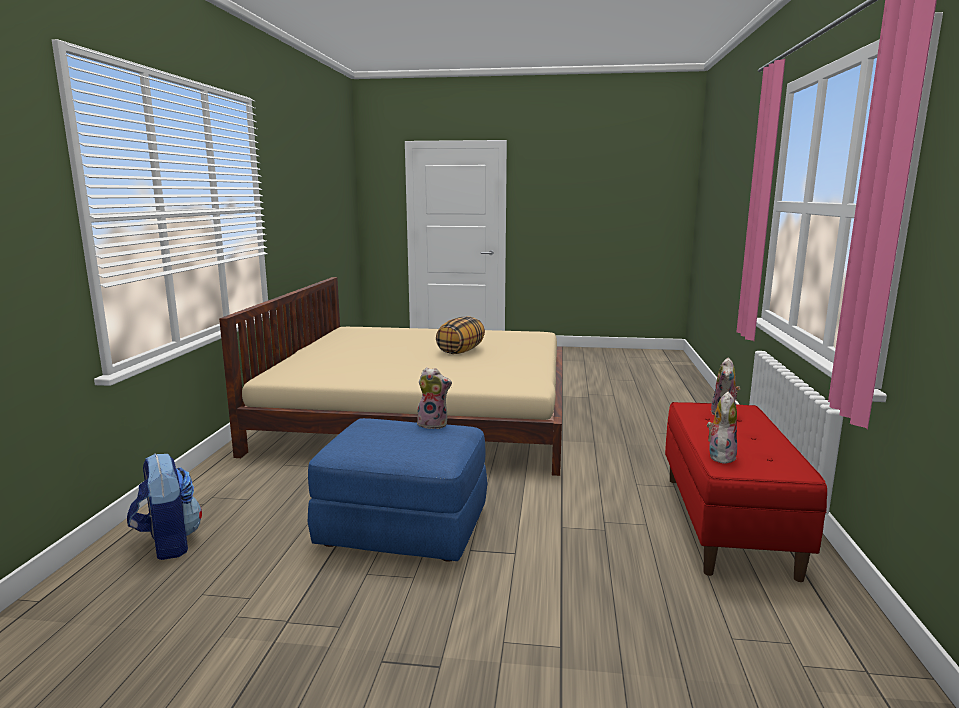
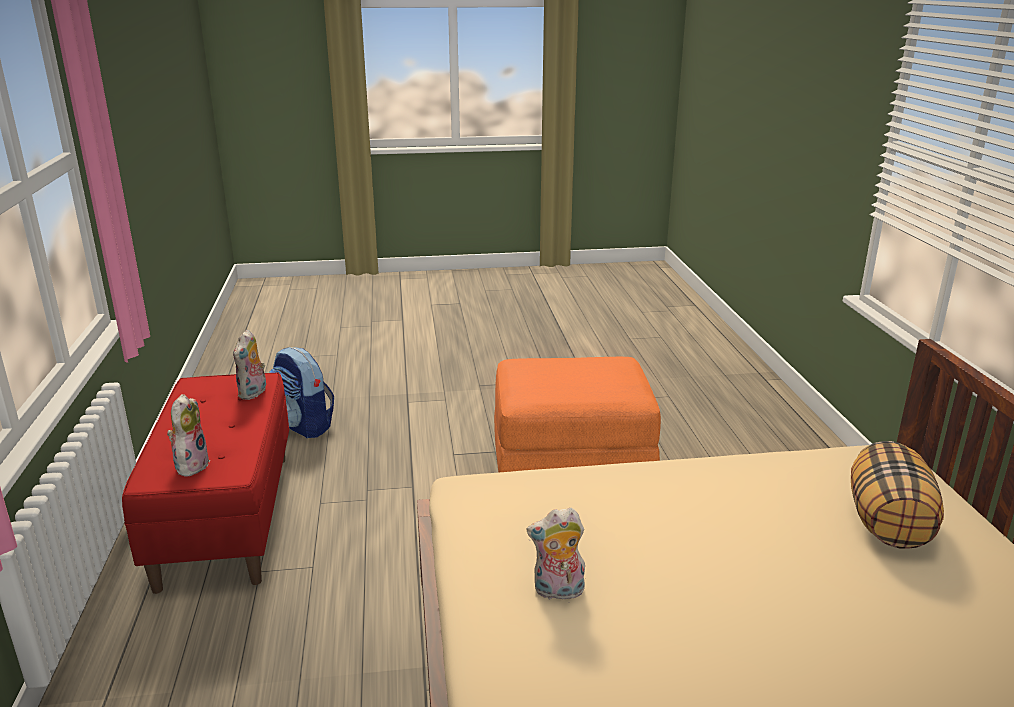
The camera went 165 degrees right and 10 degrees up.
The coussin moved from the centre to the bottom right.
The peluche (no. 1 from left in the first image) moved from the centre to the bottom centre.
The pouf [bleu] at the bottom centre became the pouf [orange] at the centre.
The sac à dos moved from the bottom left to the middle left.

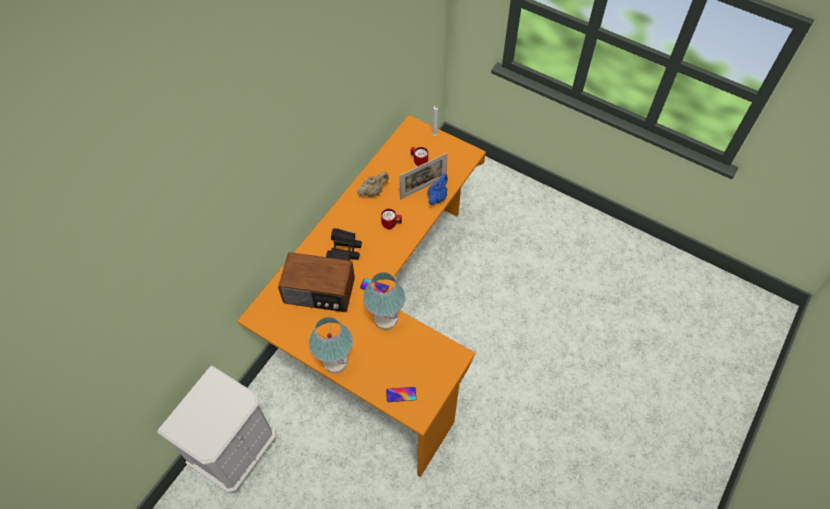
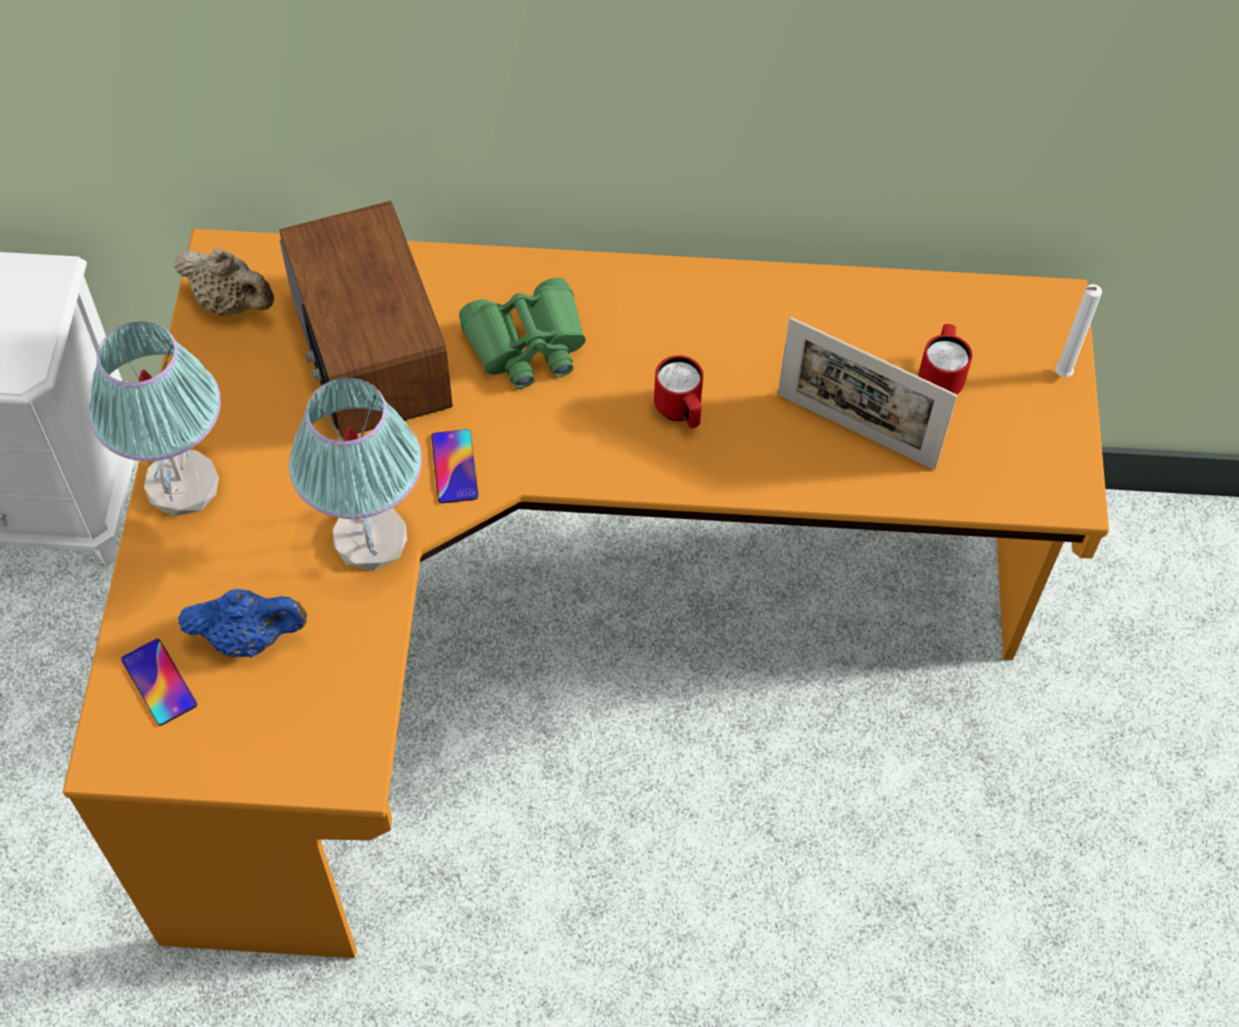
The camera went 60 degrees right and 0 degrees up.
The théière [beige] moved from the centre to the top left.
The théière [bleu] moved from the centre to the middle left.
The jumelles [noir] at the centre became the jumelles [vert] at the top centre.

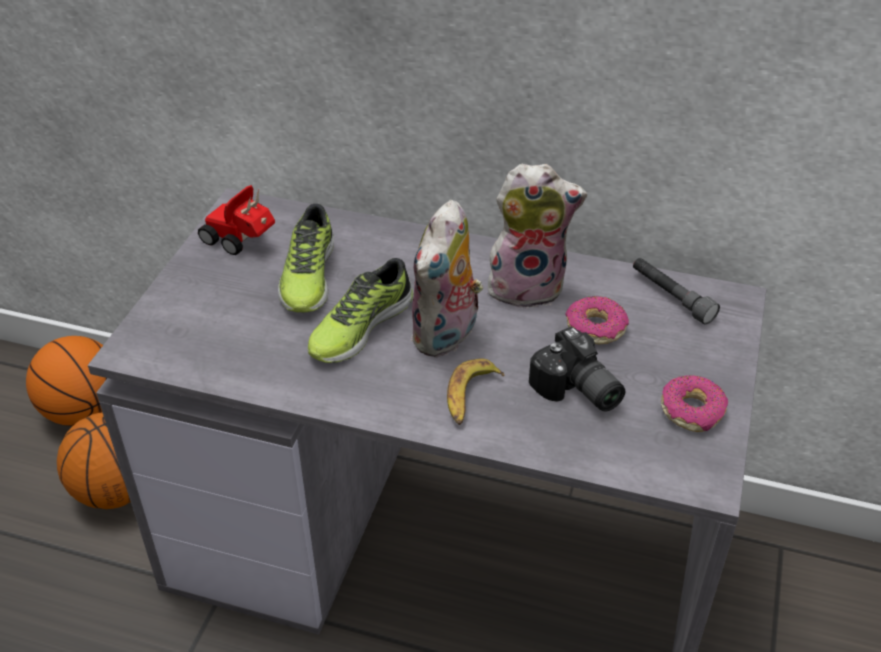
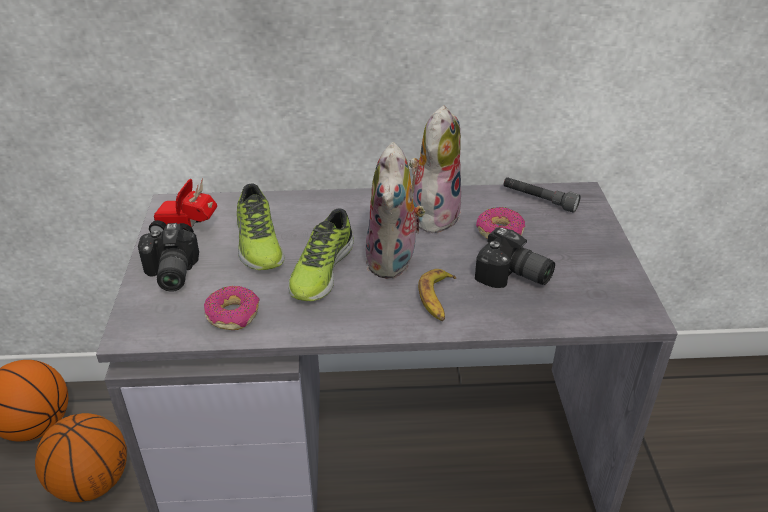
The camera went 20 degrees left and 5 degrees down.
The peluche (no. 2 from left) at the centre turned 45 degrees counterclockwise.
The beignet (no. 2 from left in the first image) moved from the middle right to the middle left.
The appareil photo (no. 1 from left) at the middle left appeared.

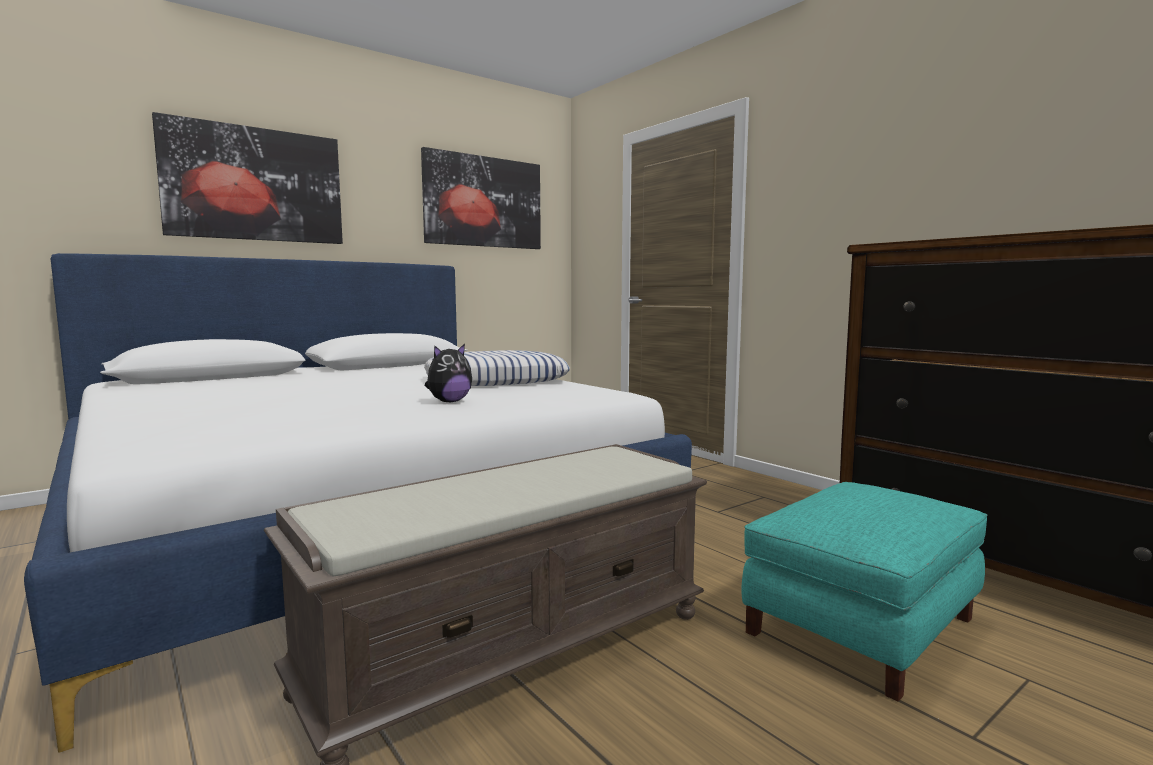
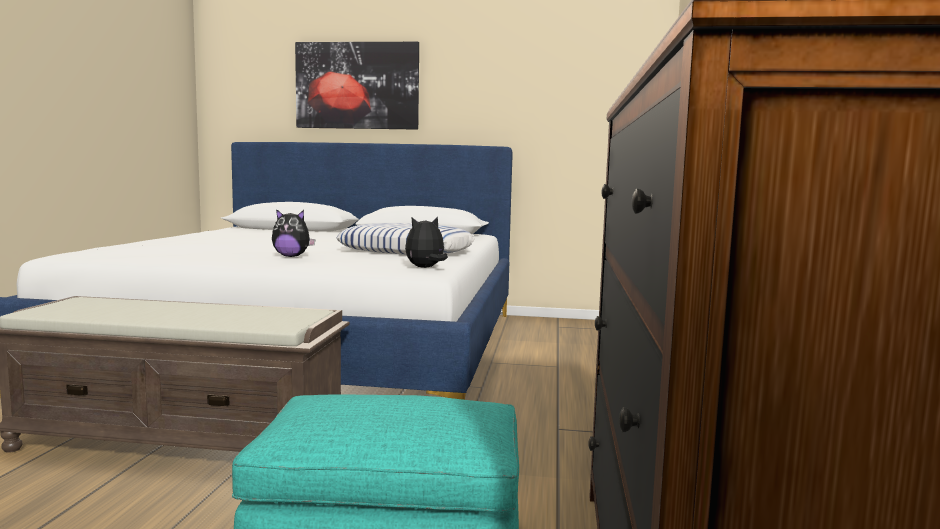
The camera went 45 degrees right and 0 degrees up.
The tableau (no. 2 from left) at the top centre disappeared.
The peluche (no. 2 from left) at the centre appeared.

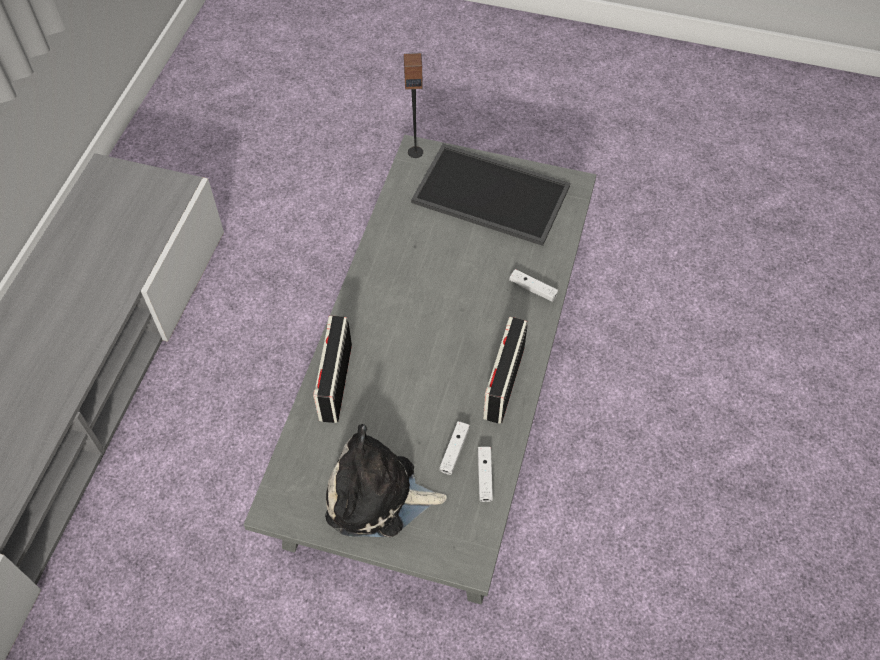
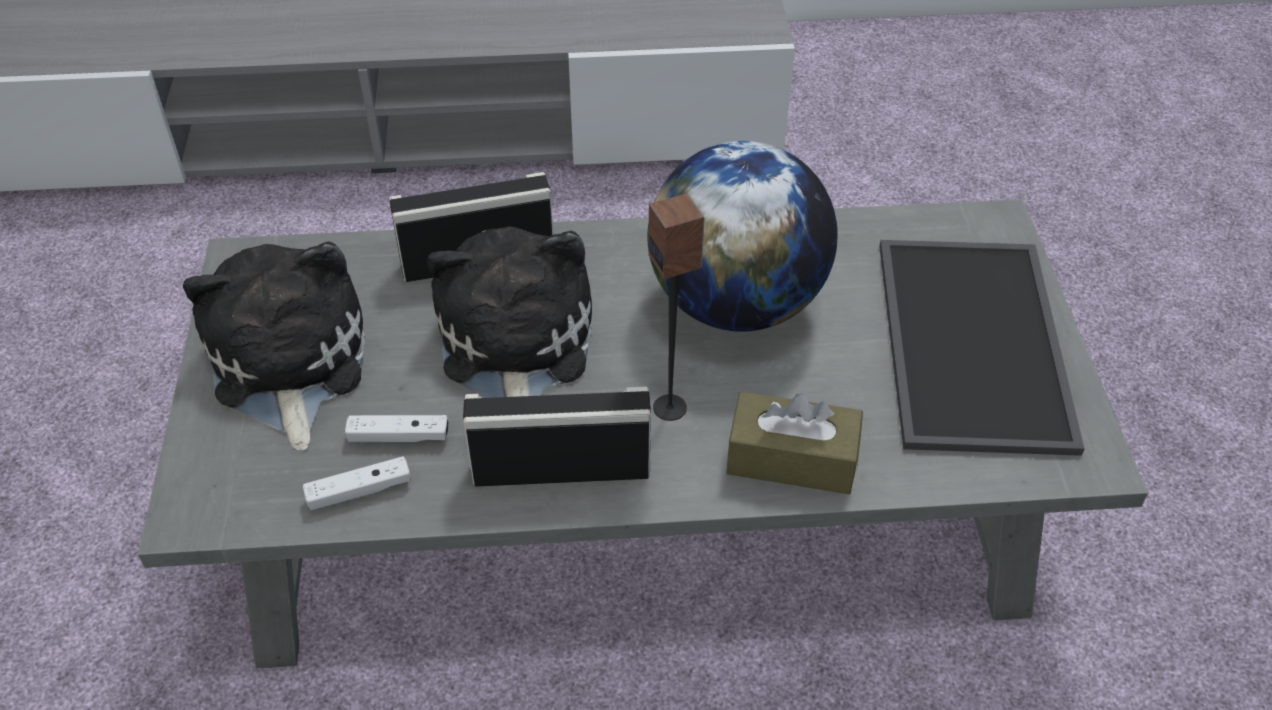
The camera went 70 degrees right and 10 degrees down.
The enceinte moved from the top centre to the centre.
The manette [blanc] (no. 3 from left) at the centre was replaced by the boîte à mouchoirs [marron] at the centre.
The globe at the top centre appeared.
The peluche (no. 2 from left) at the centre appeared.

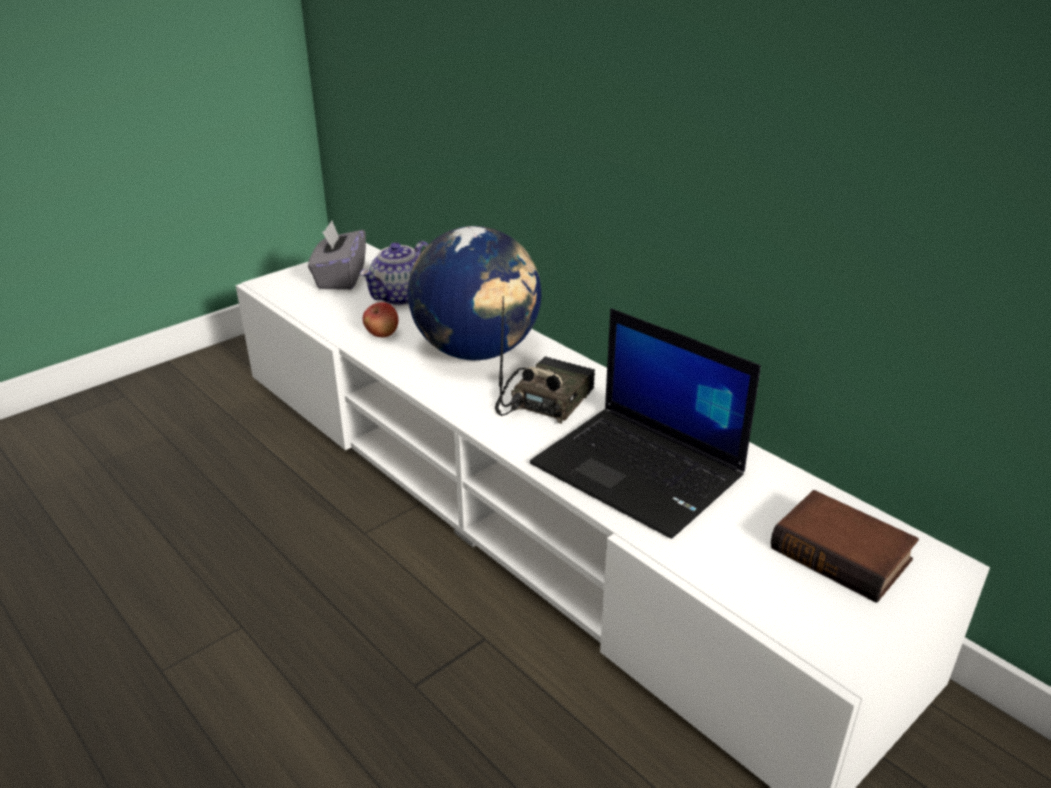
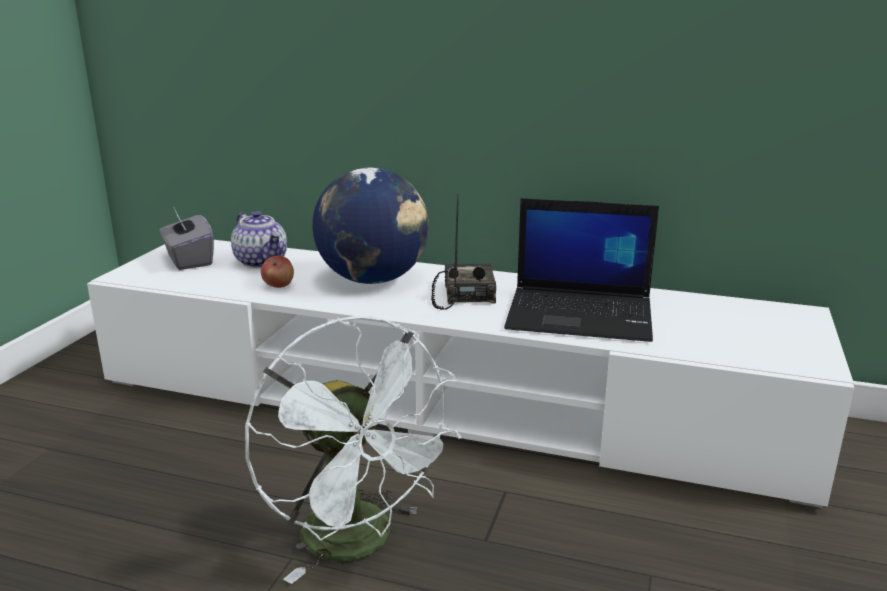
The camera went 30 degrees left and 10 degrees down.
The théière at the centre turned 45 degrees counterclockwise.
The livre at the bottom right disappeared.
The ventilateur [blanc] at the bottom centre appeared.

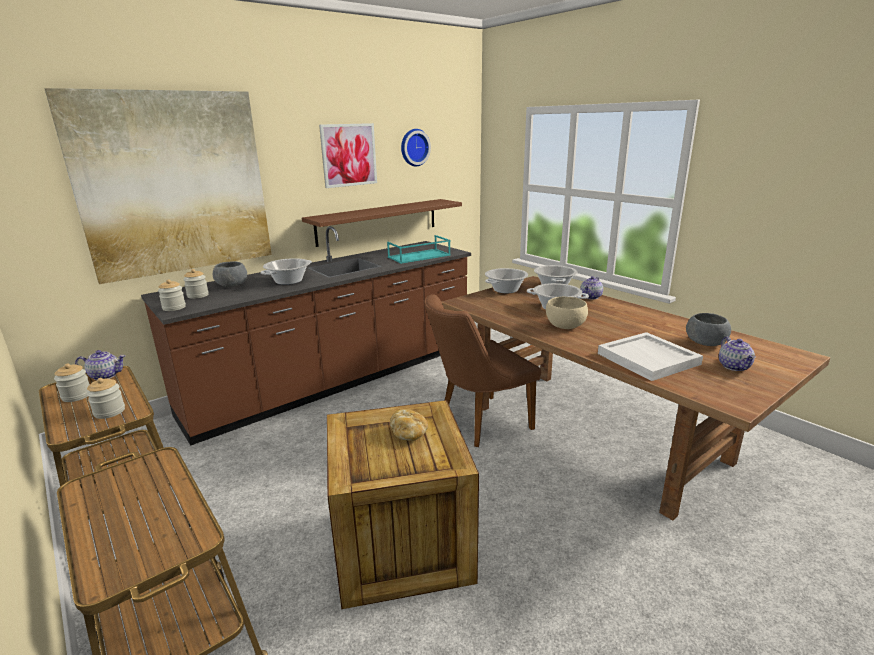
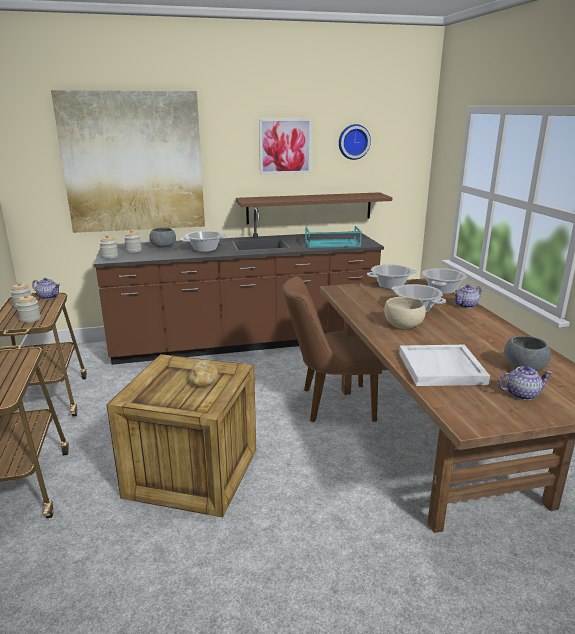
The camera went 25 degrees right and 0 degrees up.
The théière (no. 3 from left) at the middle right turned 120 degrees counterclockwise.

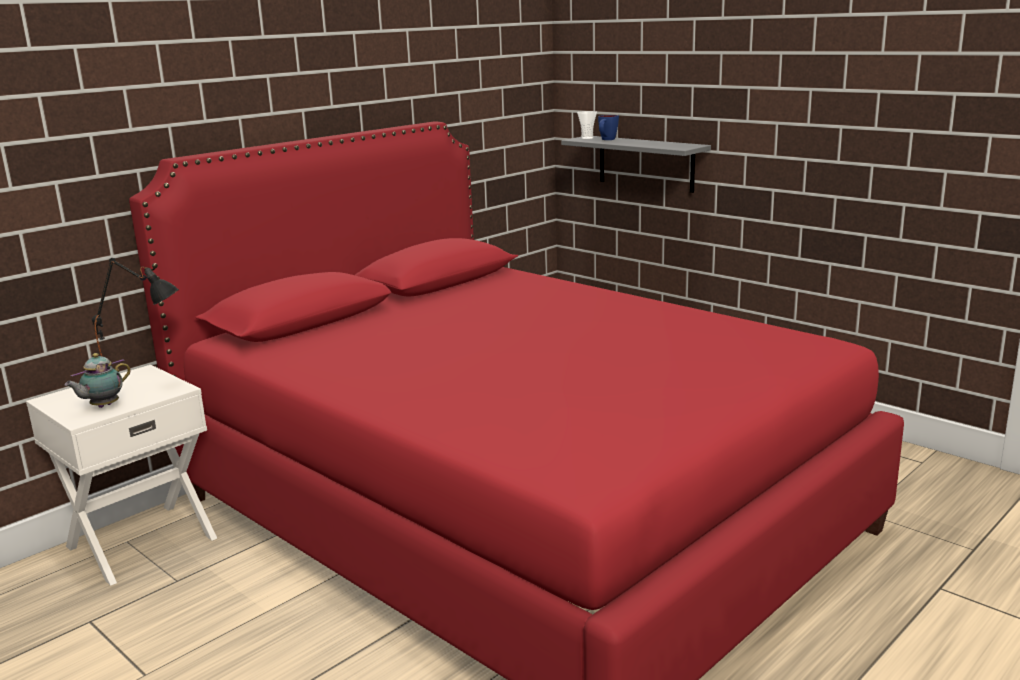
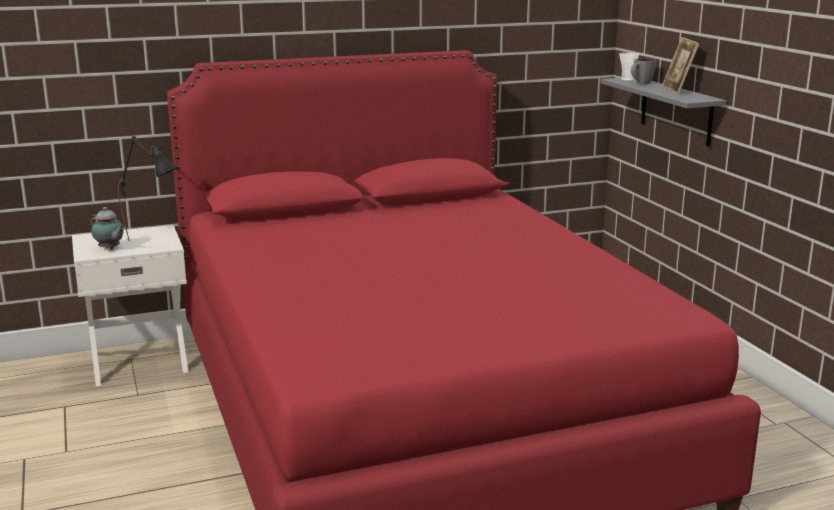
The camera went 25 degrees right and 0 degrees up.
The mug [bleu] at the top centre became the mug [gris] at the top right.
The théière at the middle left turned 120 degrees counterclockwise.
The cadre photo at the top right appeared.

